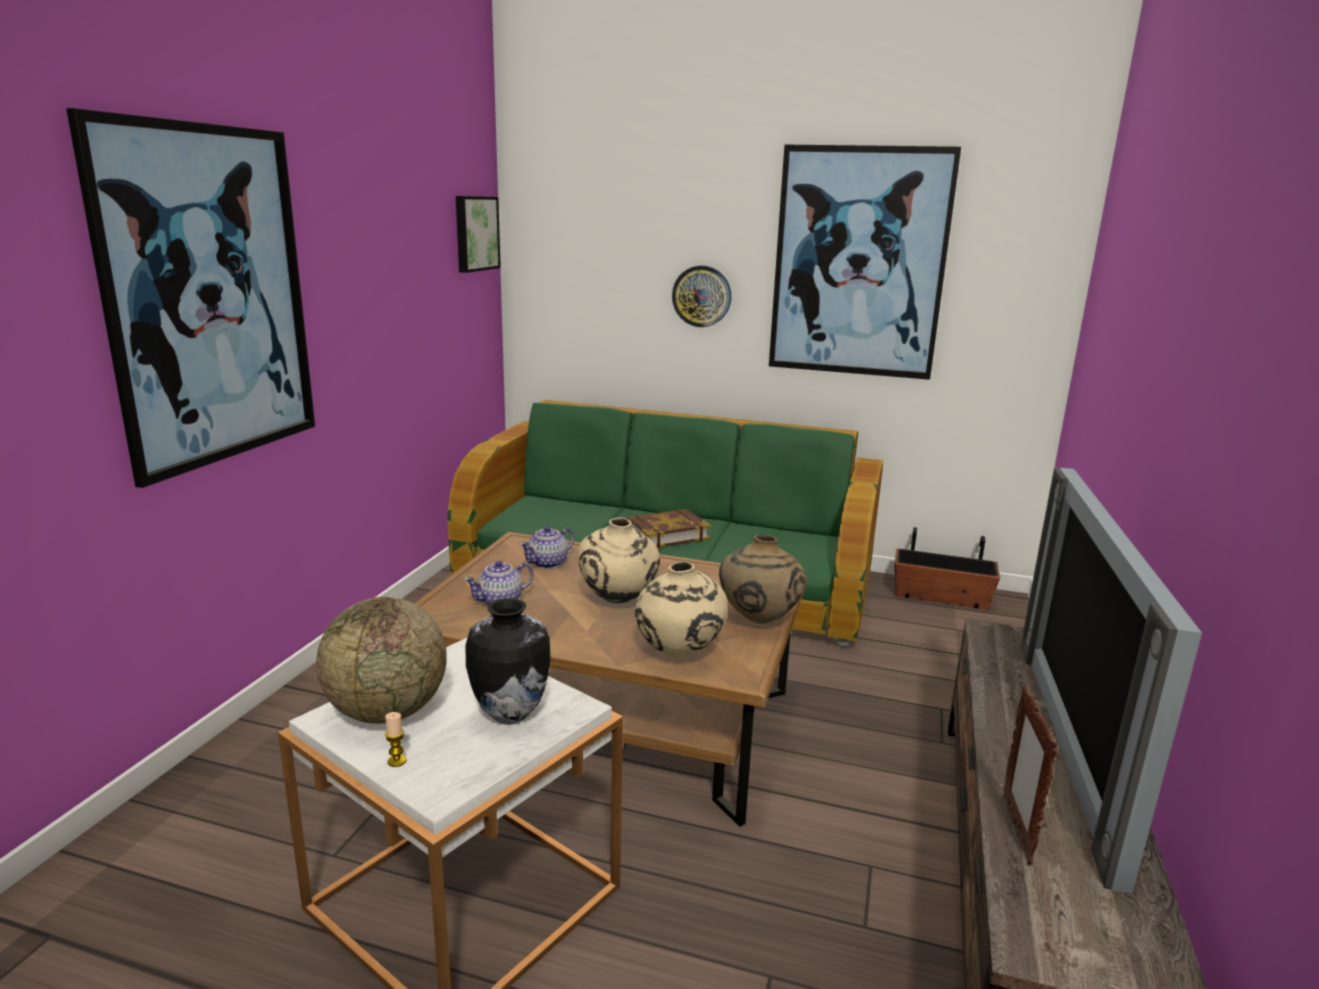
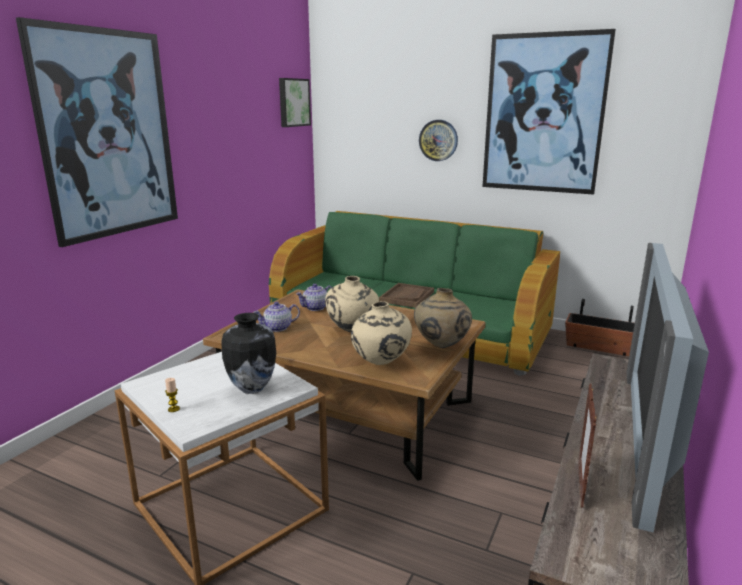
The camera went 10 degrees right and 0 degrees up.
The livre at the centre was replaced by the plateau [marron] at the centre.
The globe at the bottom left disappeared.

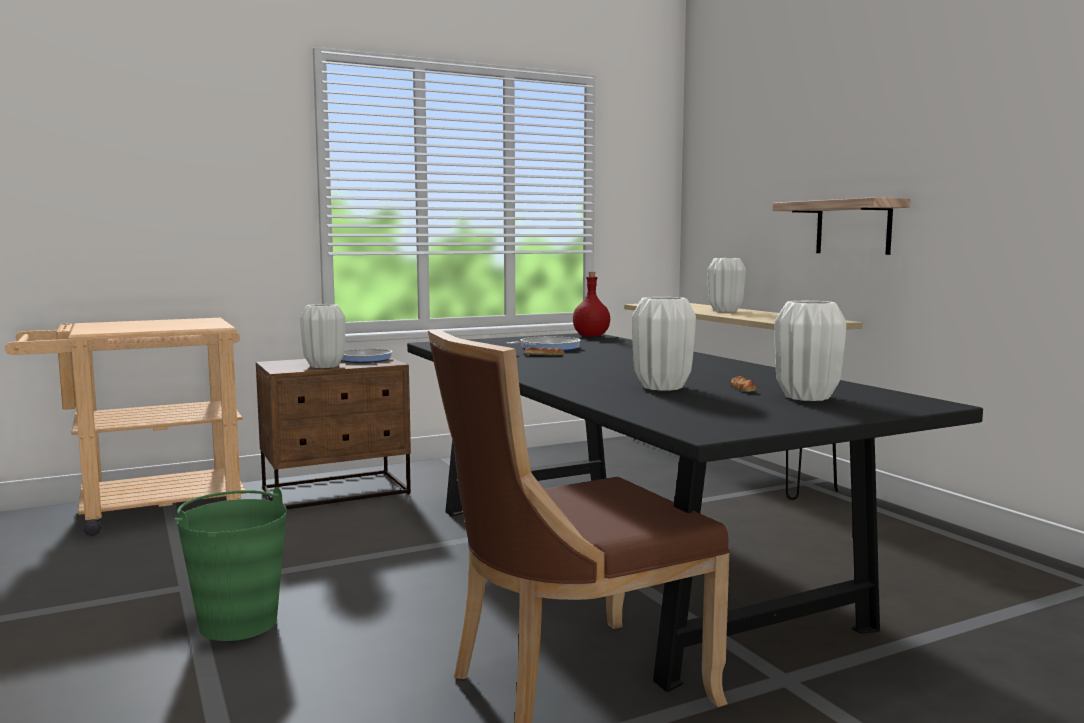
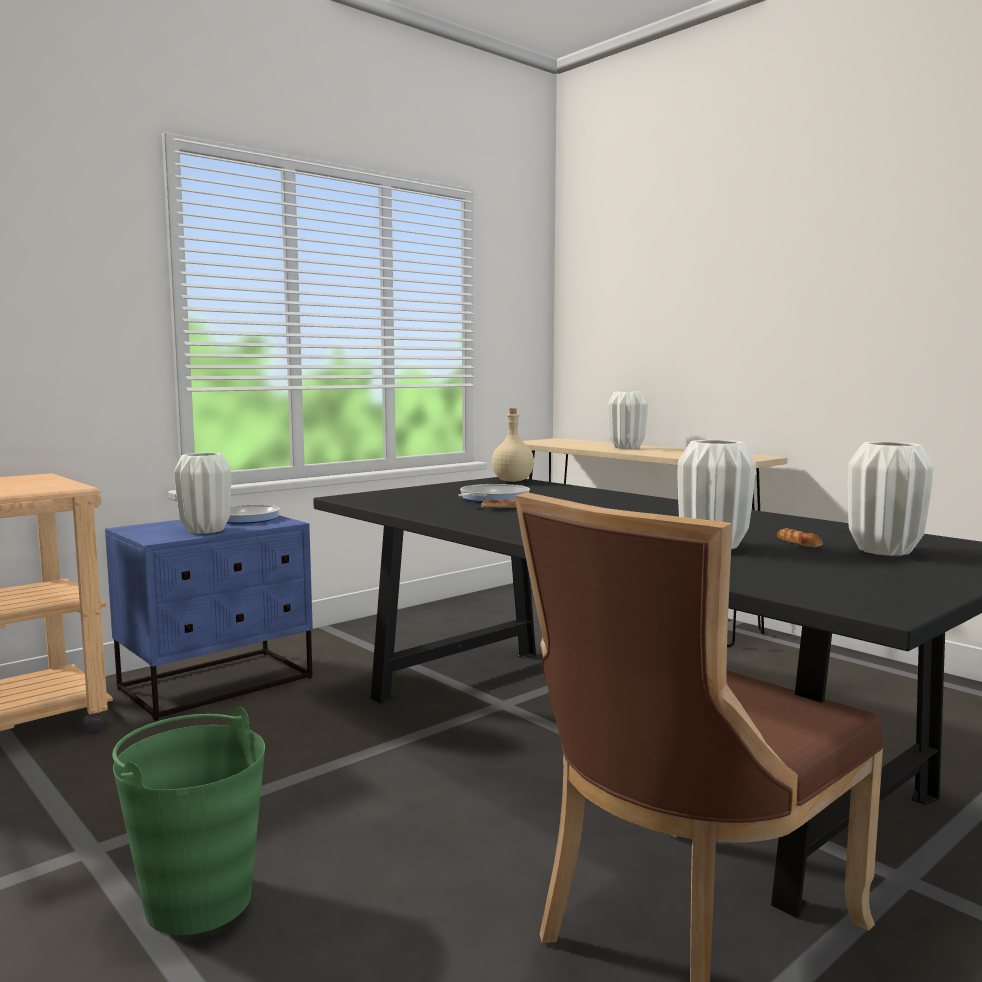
The camera went 15 degrees left and 0 degrees up.
The étagère at the top right disappeared.
The bouteille [rouge] at the centre became the bouteille [beige] at the centre.
The table de chevet [marron] at the middle left became the table de chevet [bleu] at the middle left.

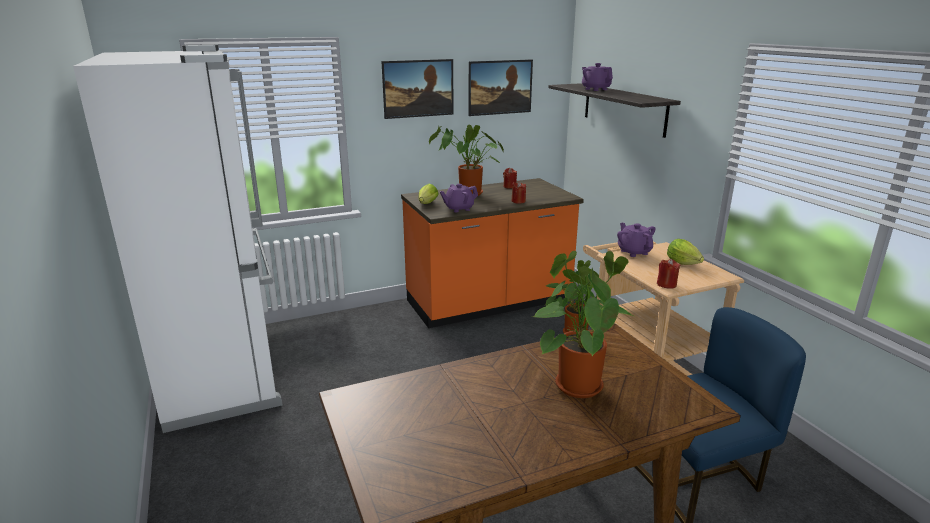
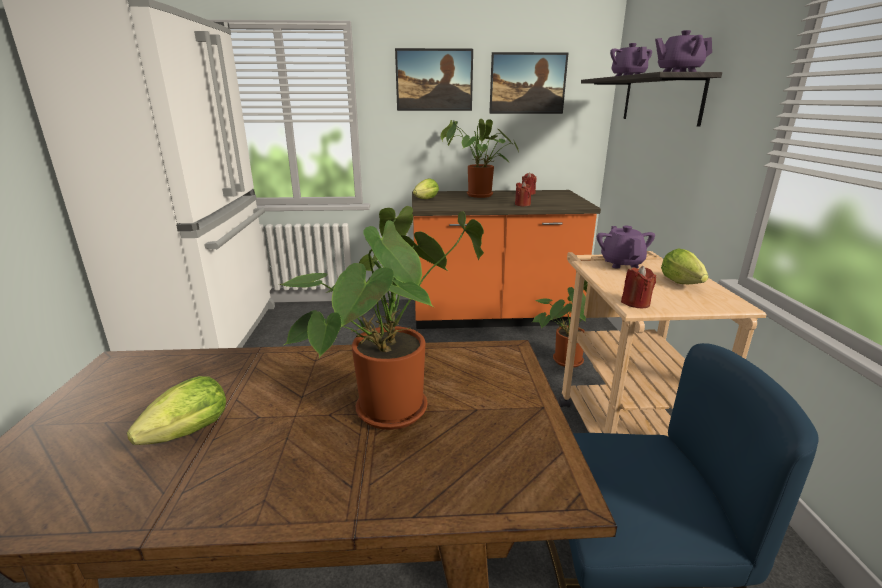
The camera went 20 degrees right and 0 degrees up.
The théière [violet] (no. 1 from left in the first image) moved from the centre to the top right.
The laitue (no. 1 from left) at the bottom left appeared.

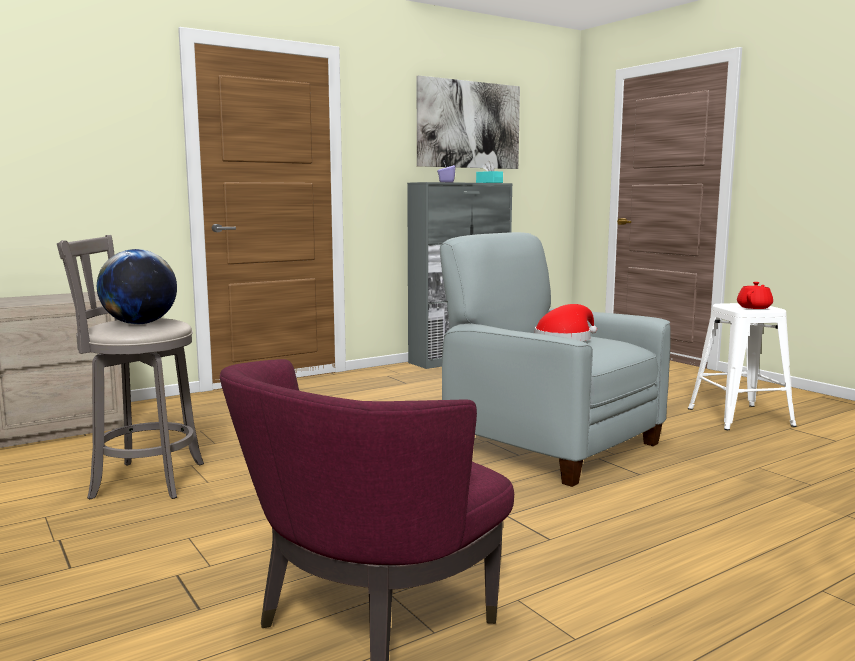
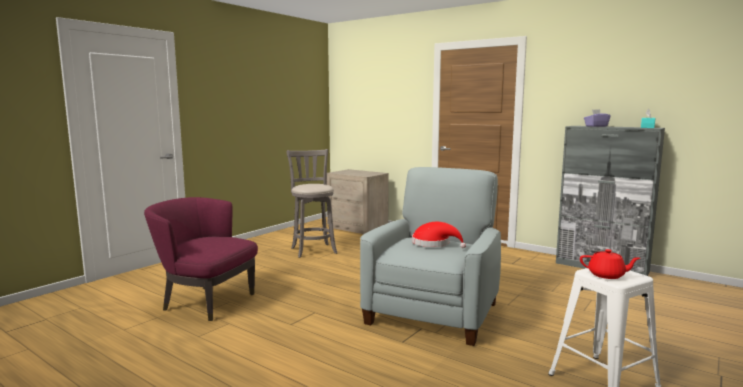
The camera went 70 degrees right and 0 degrees up.
The tableau at the top centre disappeared.
The globe at the middle left disappeared.

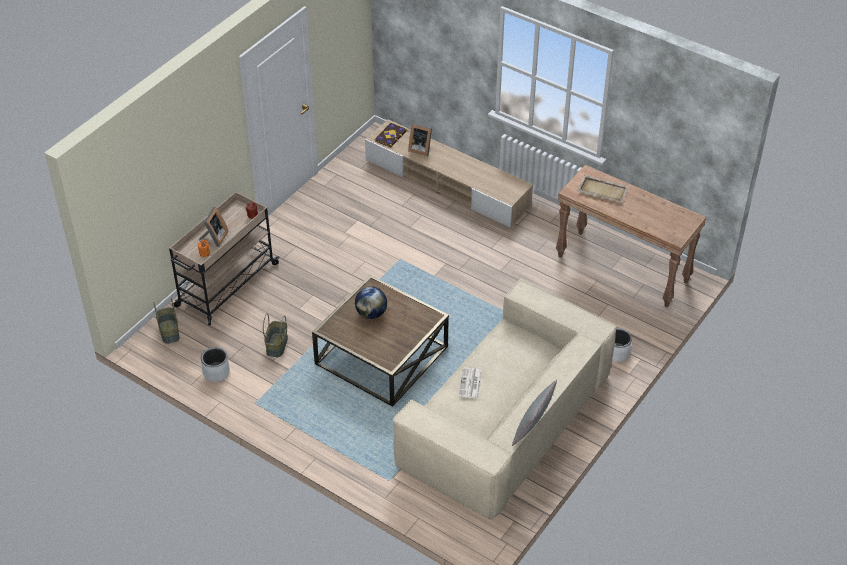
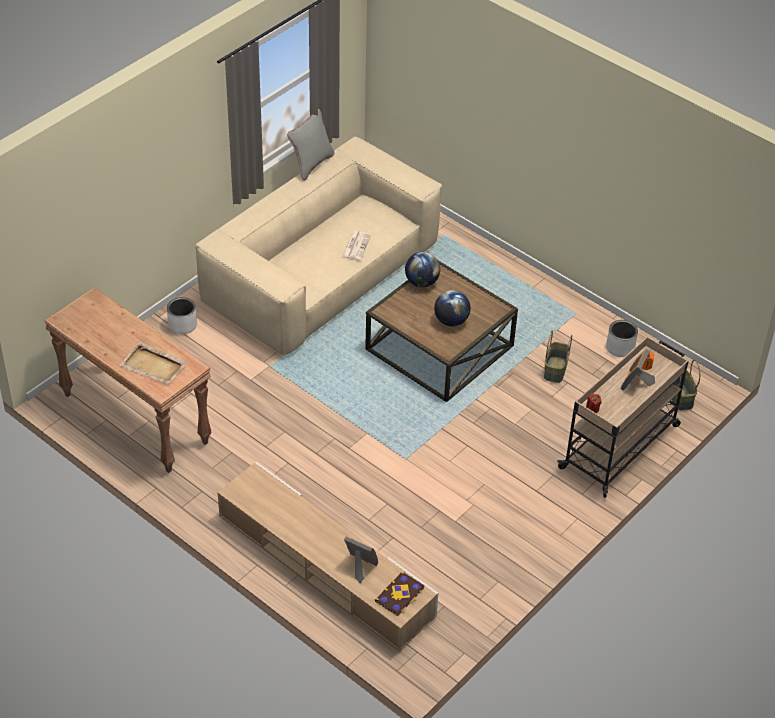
The camera went 175 degrees left and 0 degrees up.
The globe (no. 1 from left) at the centre appeared.

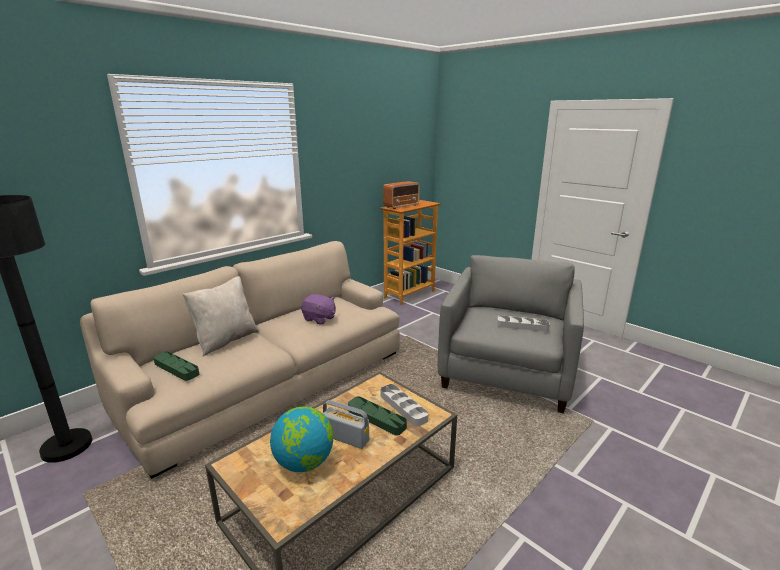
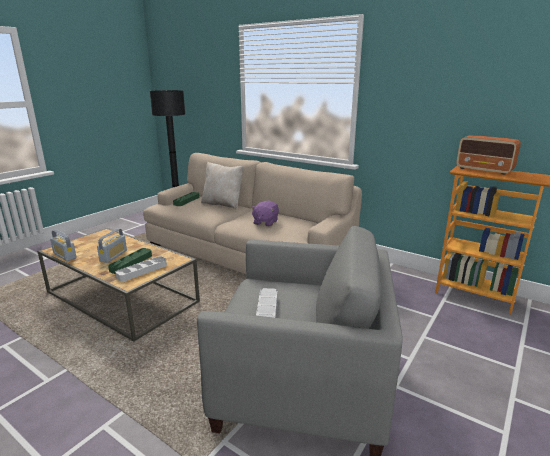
The camera went 80 degrees right and 0 degrees up.
The globe at the bottom centre disappeared.
The radio (no. 1 from left) at the middle left appeared.

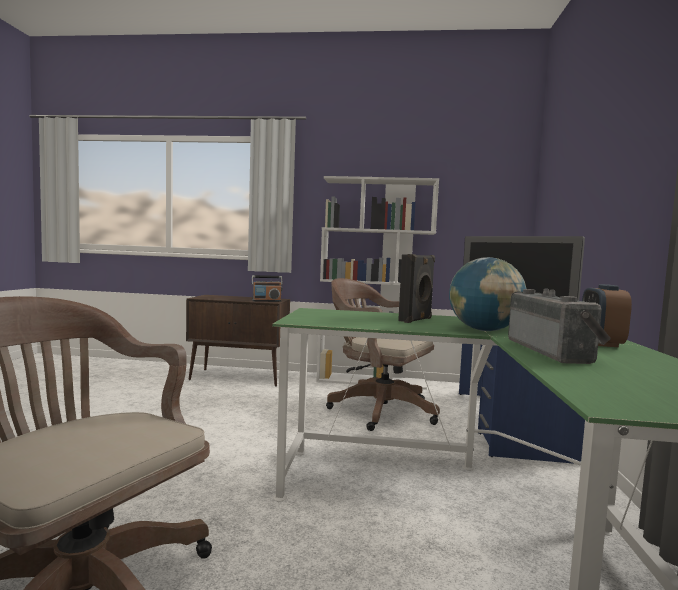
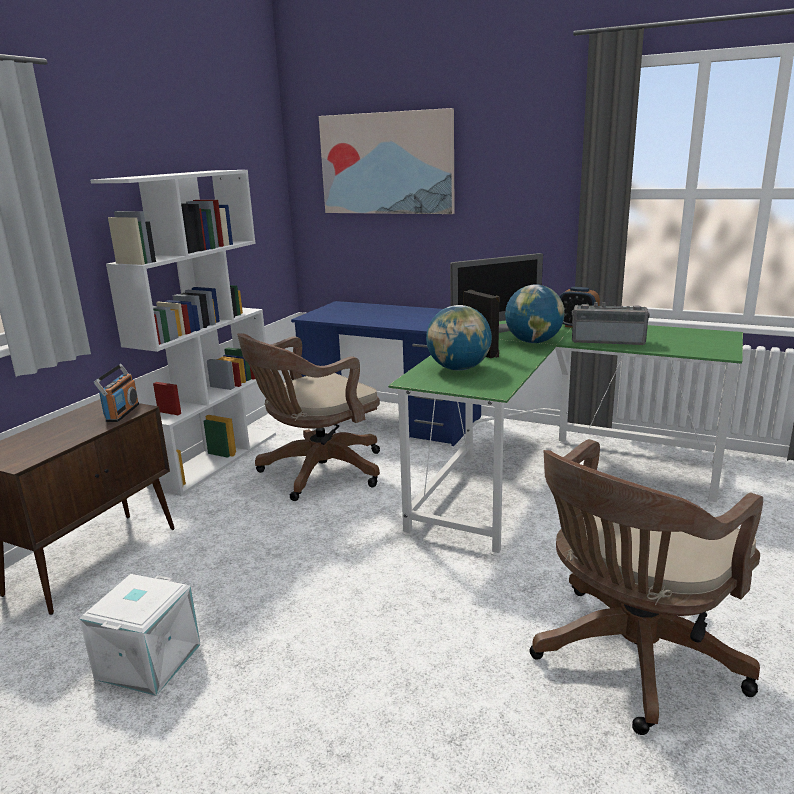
The camera went 70 degrees left and 15 degrees up.
The tableau at the top centre appeared.
The globe (no. 1 from left) at the centre appeared.
The boîte de rangement [blanc] at the bottom left appeared.

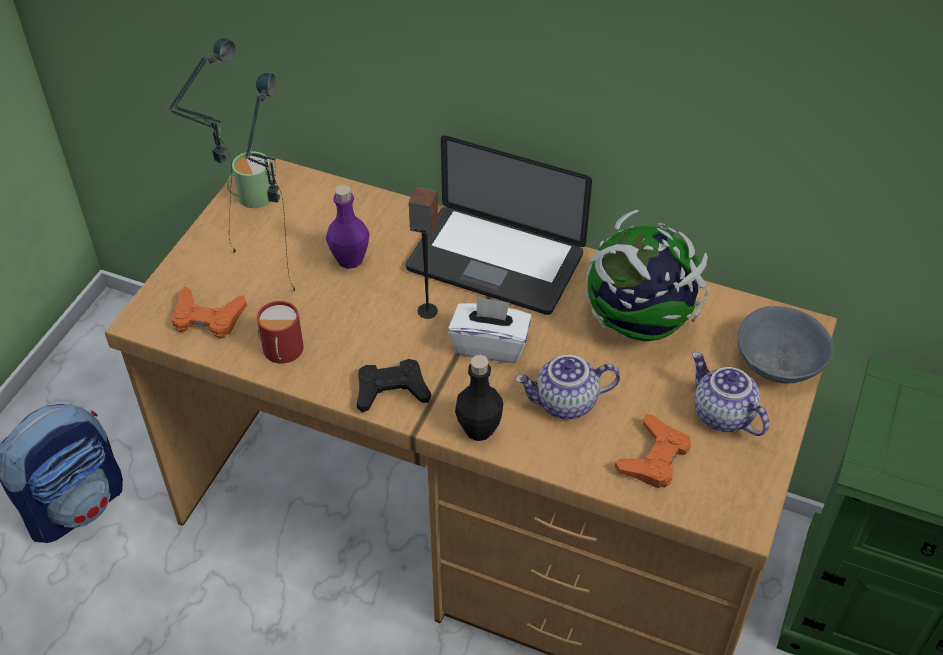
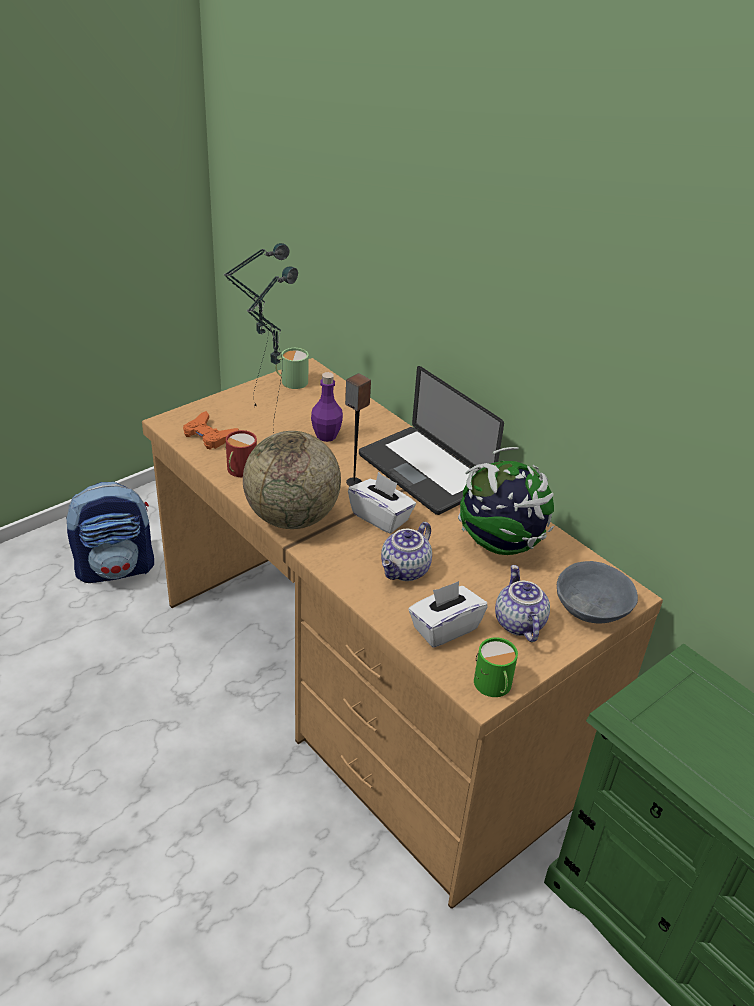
The camera went 25 degrees right and 10 degrees down.
The bouteille [noir] at the centre disappeared.
The théière (no. 1 from left) at the centre turned 75 degrees counterclockwise.
The manette [noir] at the centre was replaced by the globe (no. 1 from left) at the centre.
The manette [orange] (no. 2 from left) at the bottom right was replaced by the boîte à mouchoirs [blanc] (no. 2 from left) at the centre.
The mug [vert] (no. 2 from left) at the centre appeared.

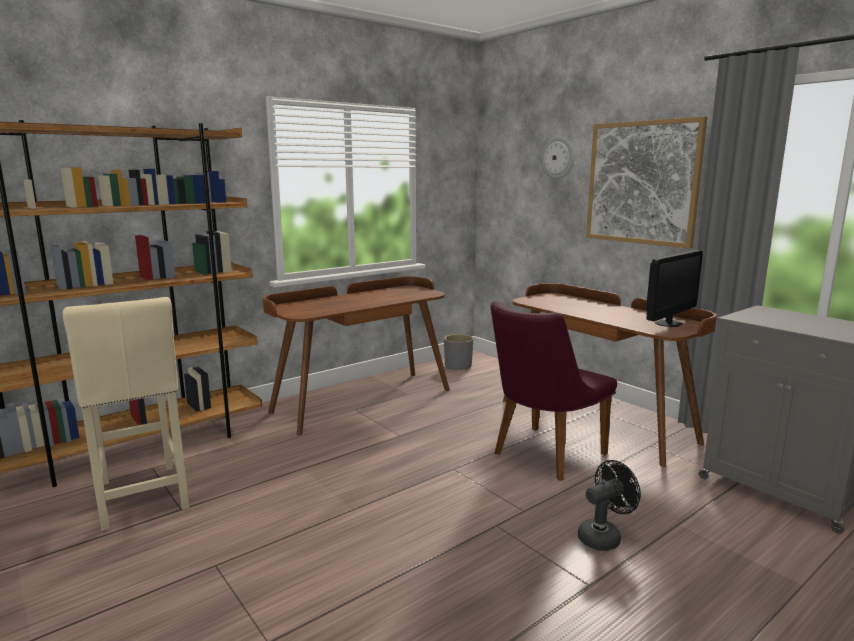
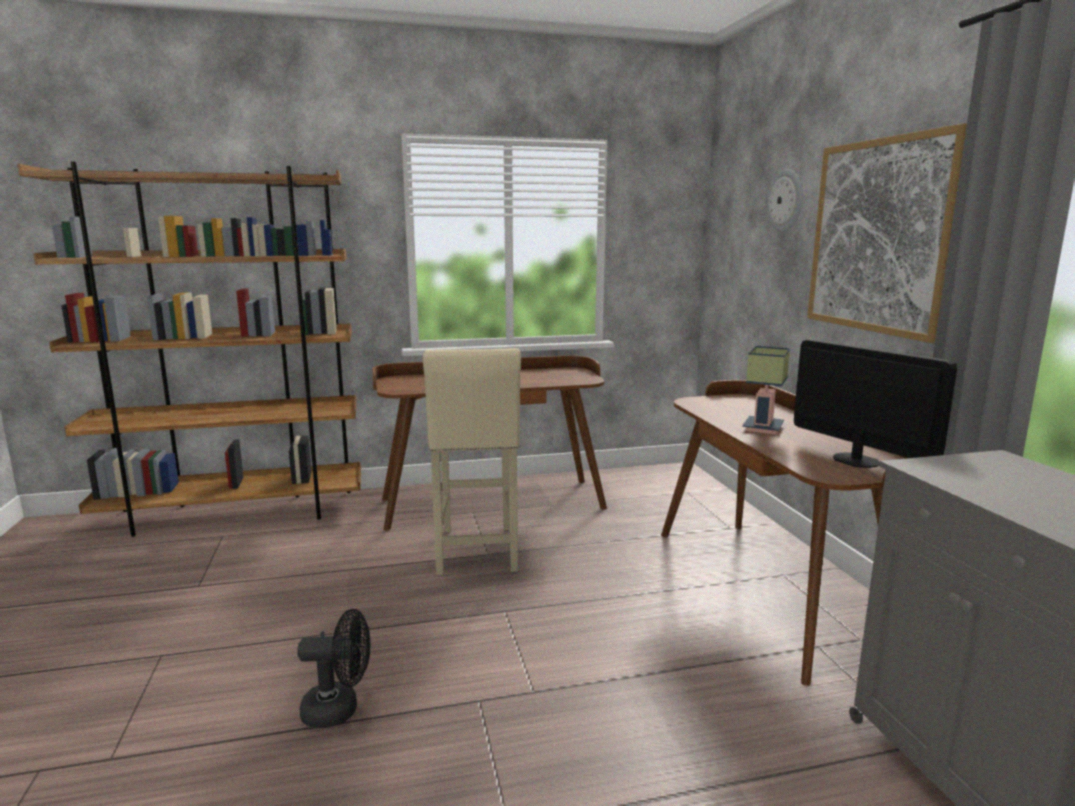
The camera went 25 degrees right and 0 degrees up.
The écran d'ordinateur at the middle right turned 105 degrees counterclockwise.
The tabouret [beige] moved from the middle left to the centre.
The chaise [violet] at the centre disappeared.
The cache-pot [gris] at the centre disappeared.
The ventilateur [noir] moved from the bottom right to the bottom left.
The lampe de table at the middle right appeared.

